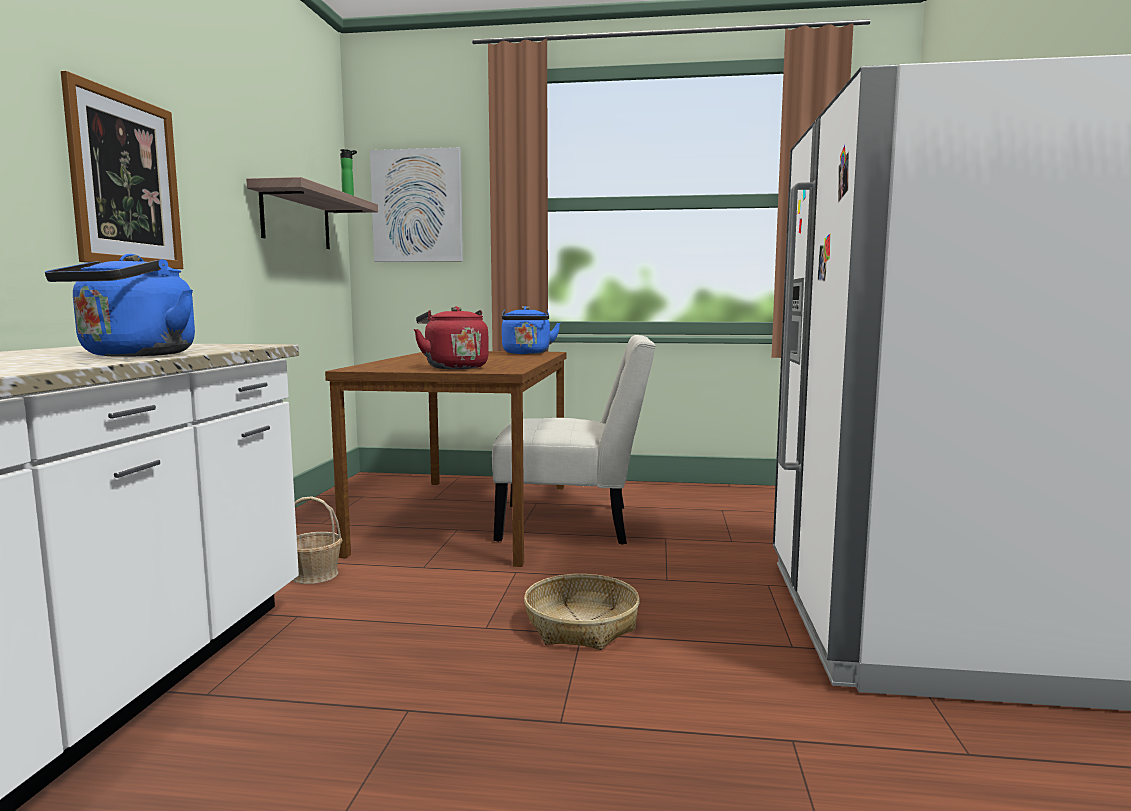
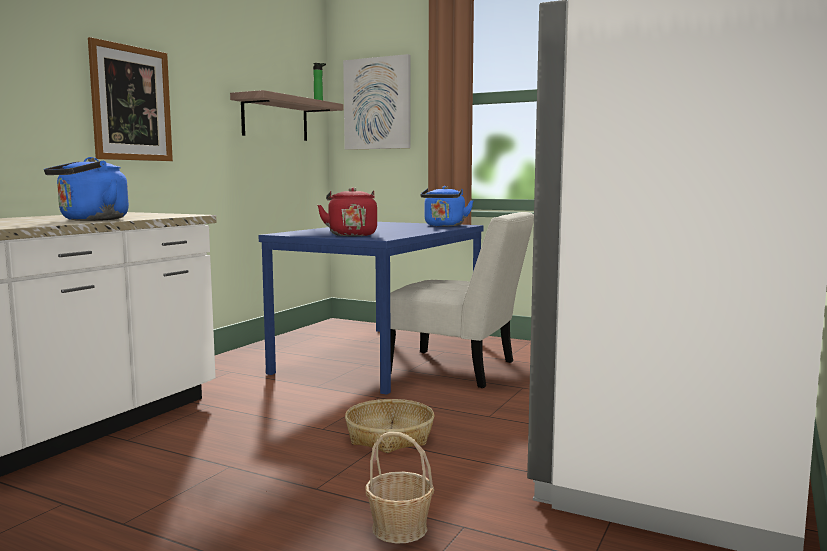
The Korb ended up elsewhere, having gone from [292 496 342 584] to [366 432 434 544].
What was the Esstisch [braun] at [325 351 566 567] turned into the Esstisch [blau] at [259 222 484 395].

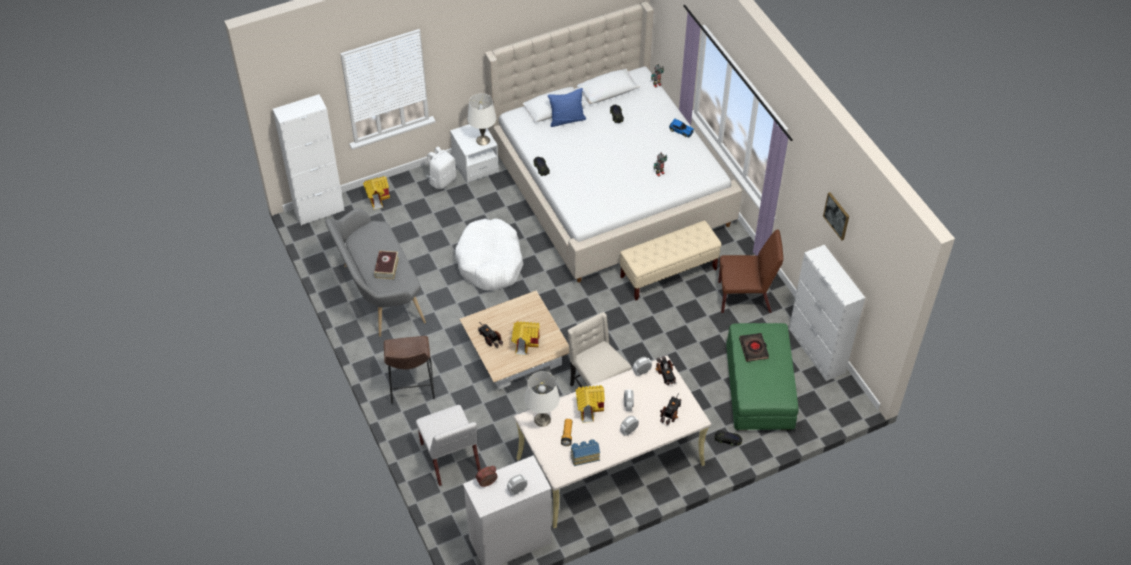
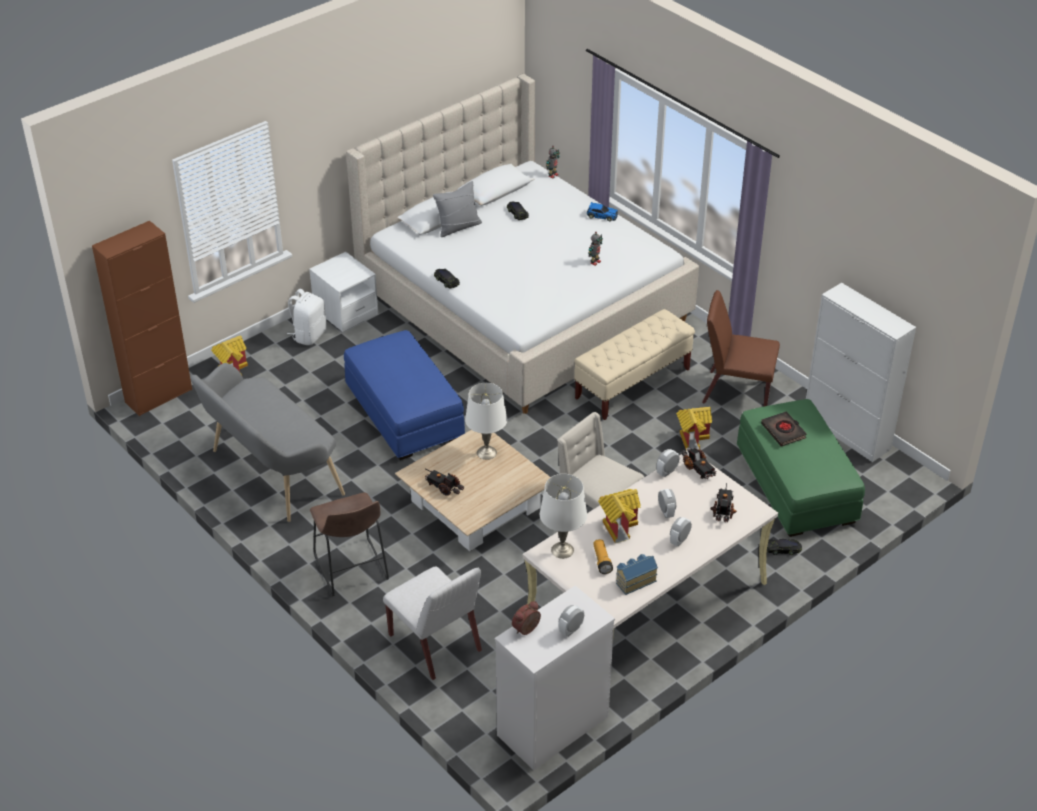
What was the Schrank [weiß] at [273 94 345 226] turned into the Schrank [braun] at [92 221 192 416].
The second view lost the Buch at [374 250 399 279].
Where the Hundebett [weiß] stood at [455 218 523 291], the Polsterhocker [blau] came to stand at [344 330 465 460].
The Tischlampe [weiß] ended up elsewhere, having gone from [467 93 496 146] to [465 383 507 460].
The Spielzeughaus ended up elsewhere, having gone from [511 321 540 355] to [676 407 712 451].
What was the Kissen [blau] at [548 88 586 127] turned into the Kissen [grau] at [433 181 482 237].
The Stuhl [braun] at [718 229 783 313] ended up facing another way, 150 degrees counterclockwise from before.
The second view lost the Bild at [823 192 849 240].

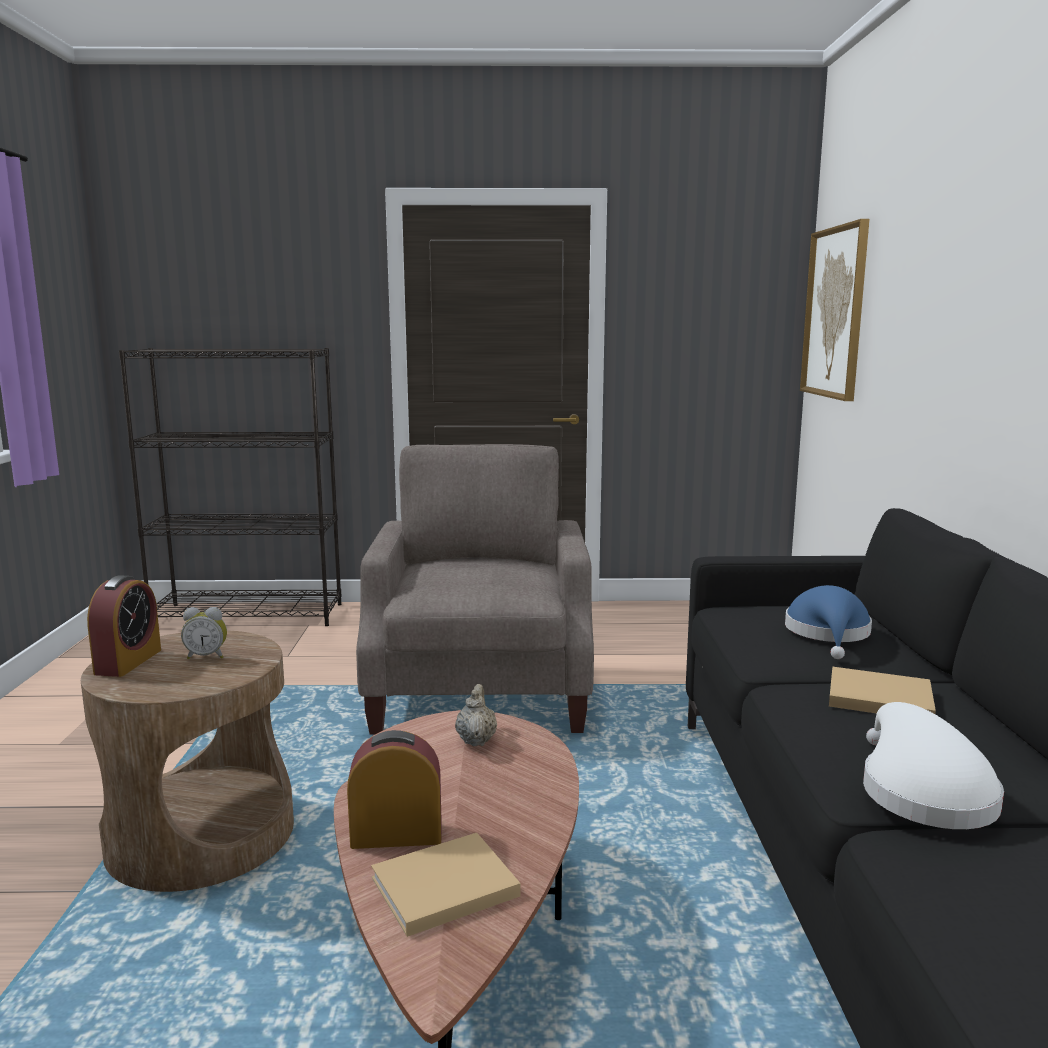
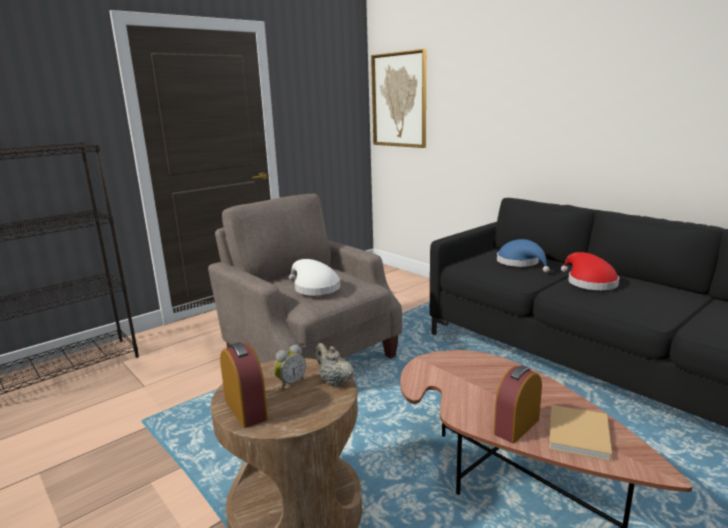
The Teekanne [beige] ended up elsewhere, having gone from [455 684 497 746] to [316 343 354 386].
Where the Buch [beige] stood at [829 667 936 714], the Hut [rot] came to stand at [561 252 619 290].
The Hut [weiß] ended up elsewhere, having gone from [863 702 1004 829] to [289 259 340 295].

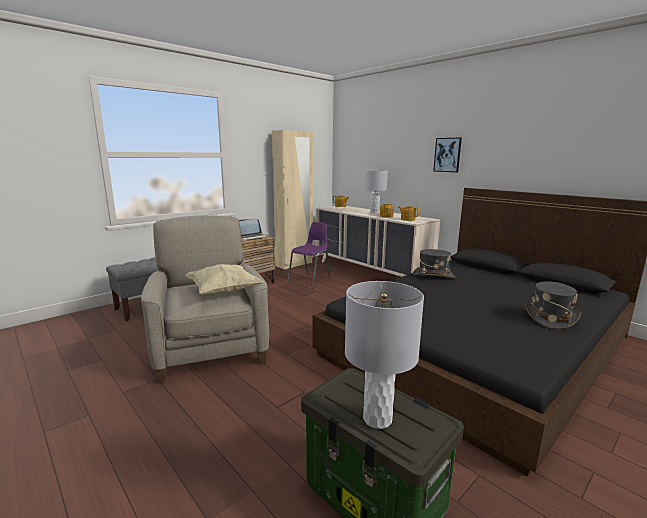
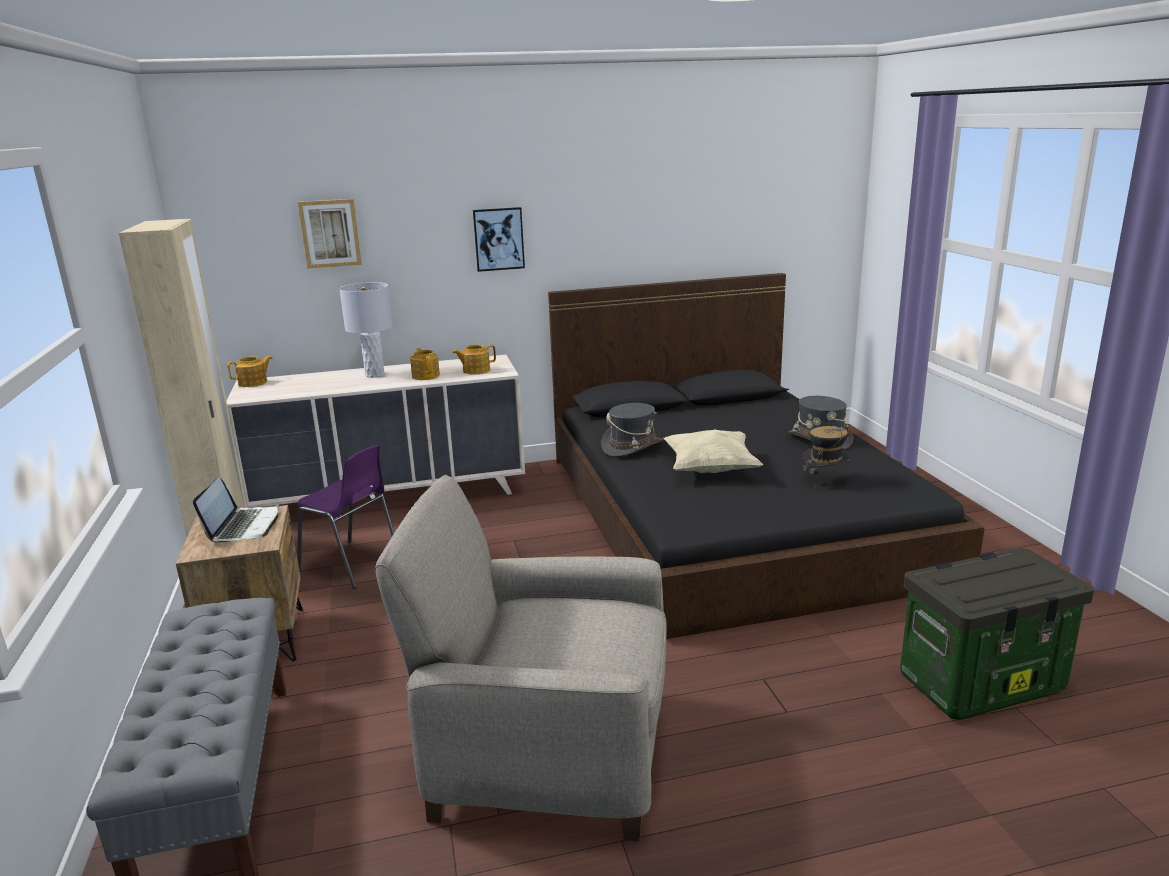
The Kissen [beige] ended up elsewhere, having gone from [185 264 263 295] to [663 430 763 473].
The Stuhl [lila] at [288 222 330 288] ended up facing another way, 150 degrees clockwise from before.
The second view lost the Tischlampe [grau] at [345 281 424 429].
The second view gained the Bild at [298 199 362 269].
The second view gained the Hut at [803 426 851 474].

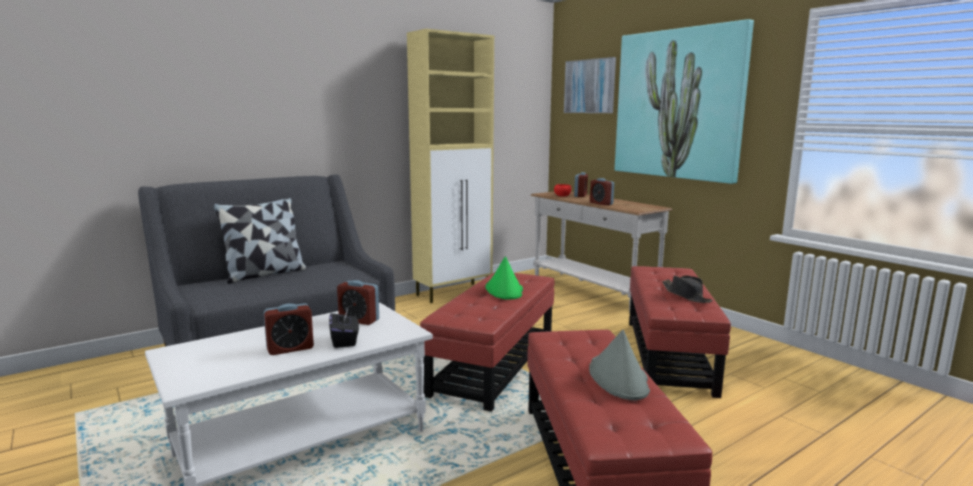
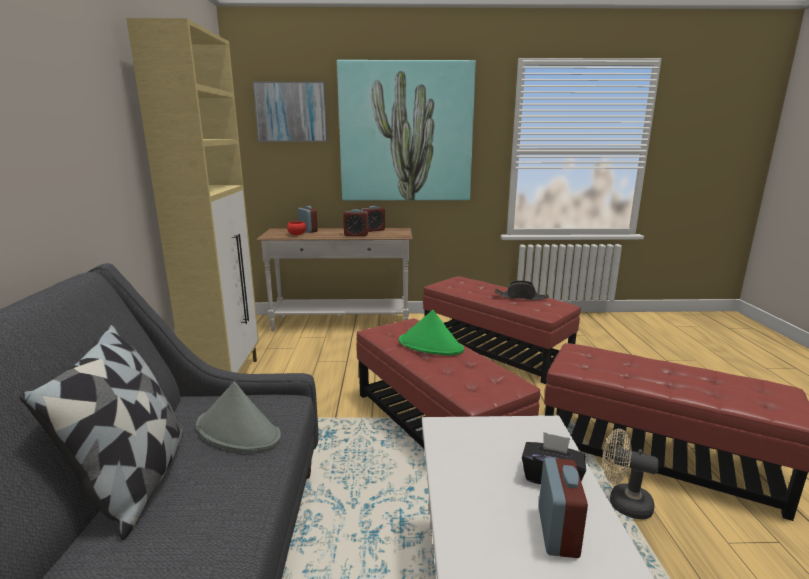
The Wecker ended up elsewhere, having gone from [337 280 379 325] to [361 206 385 232].
The Hut [grau] ended up elsewhere, having gone from [589 330 650 400] to [196 382 281 453].
The second view gained the Ventilator [beige] at [603 429 659 520].

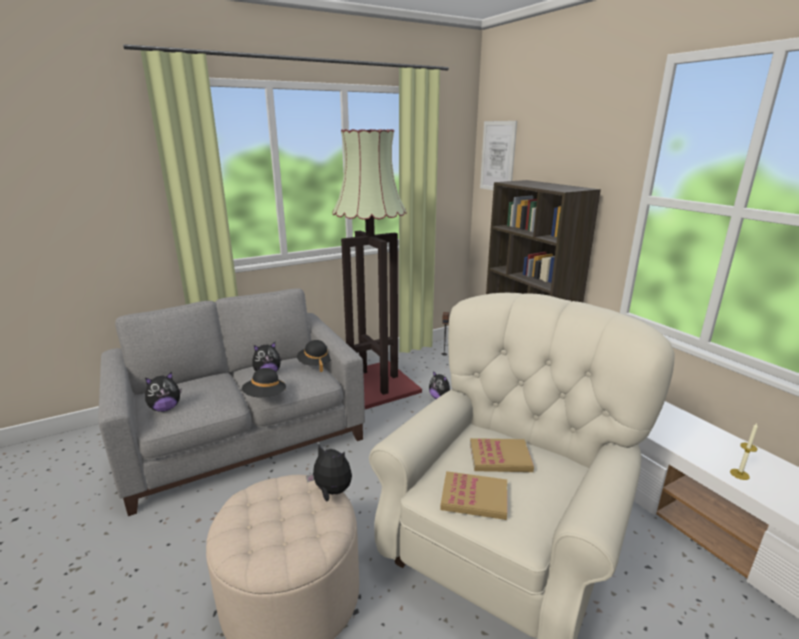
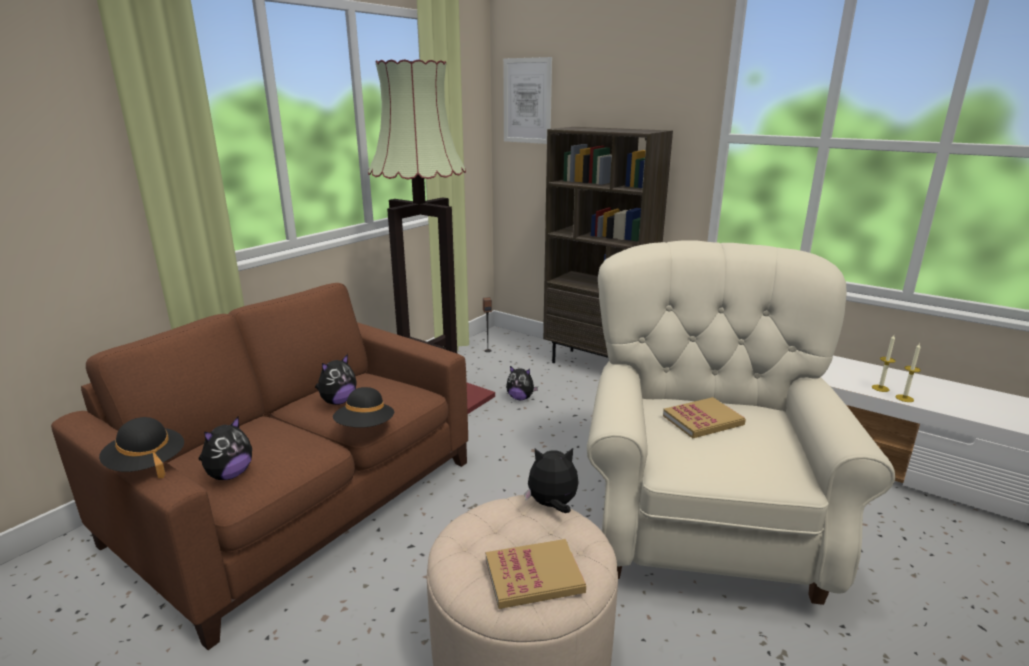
What was the Sofa [grau] at [98 288 365 516] turned into the Sofa [braun] at [51 283 468 650].
The Hut [schwarz] ended up elsewhere, having gone from [297 340 331 372] to [99 417 184 478].
The Buch ended up elsewhere, having gone from [440 471 507 520] to [486 539 586 609].
The second view gained the Kerze at [895 343 921 402].

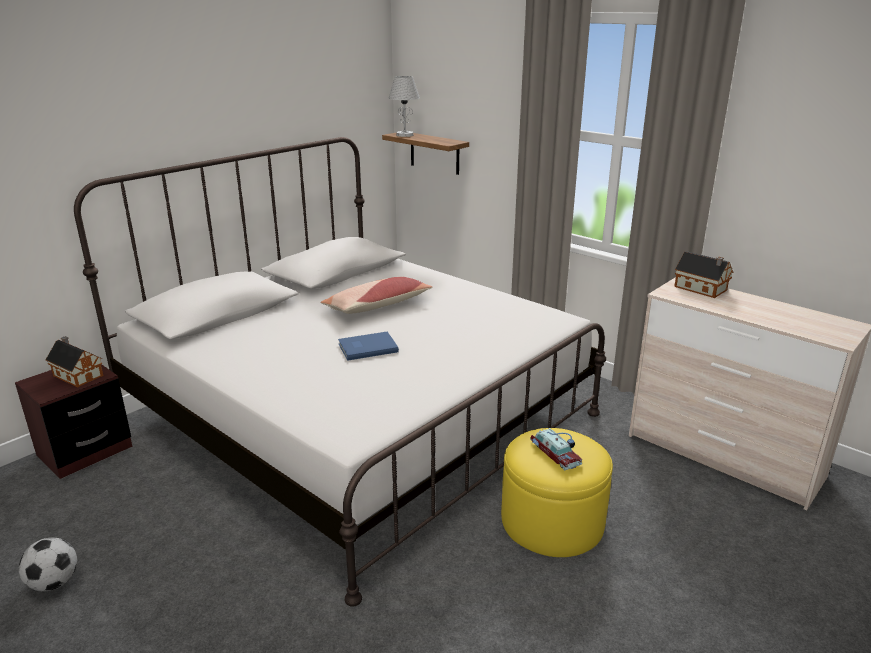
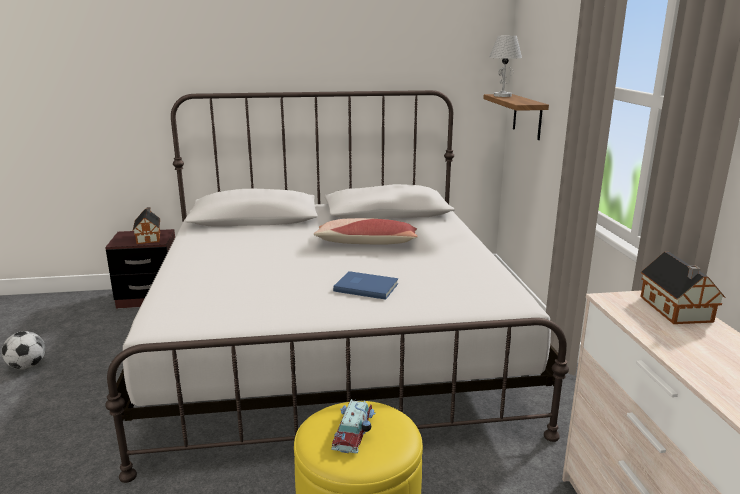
The Buch [blau] ended up elsewhere, having gone from [338 331 399 361] to [333 271 399 300].

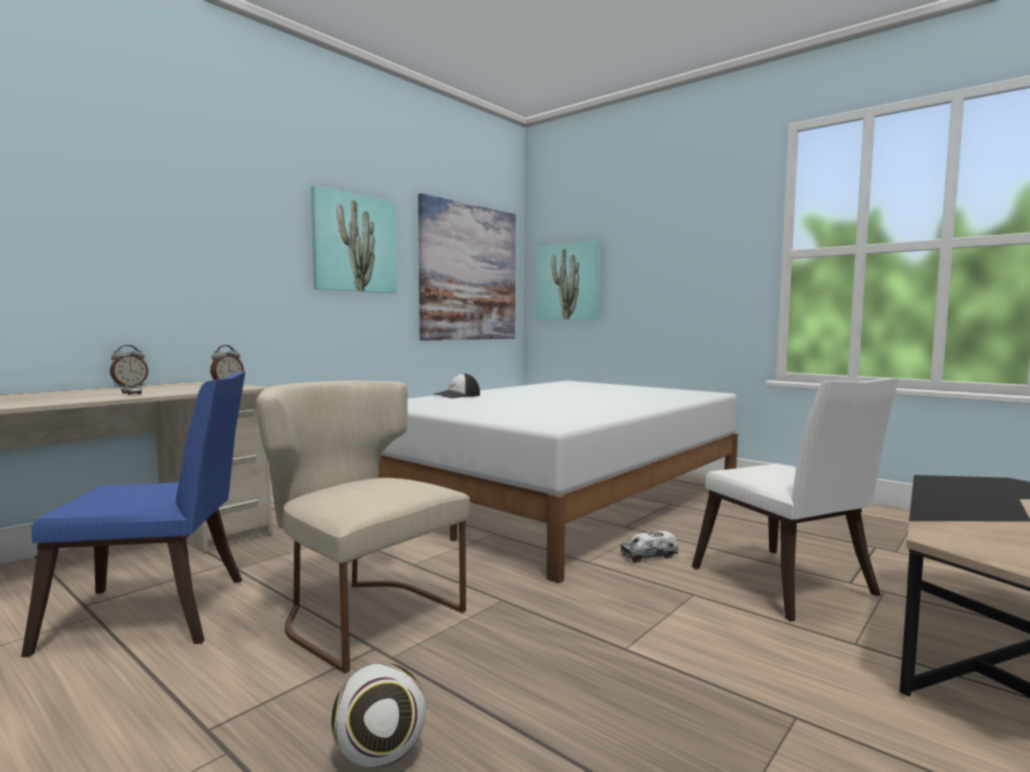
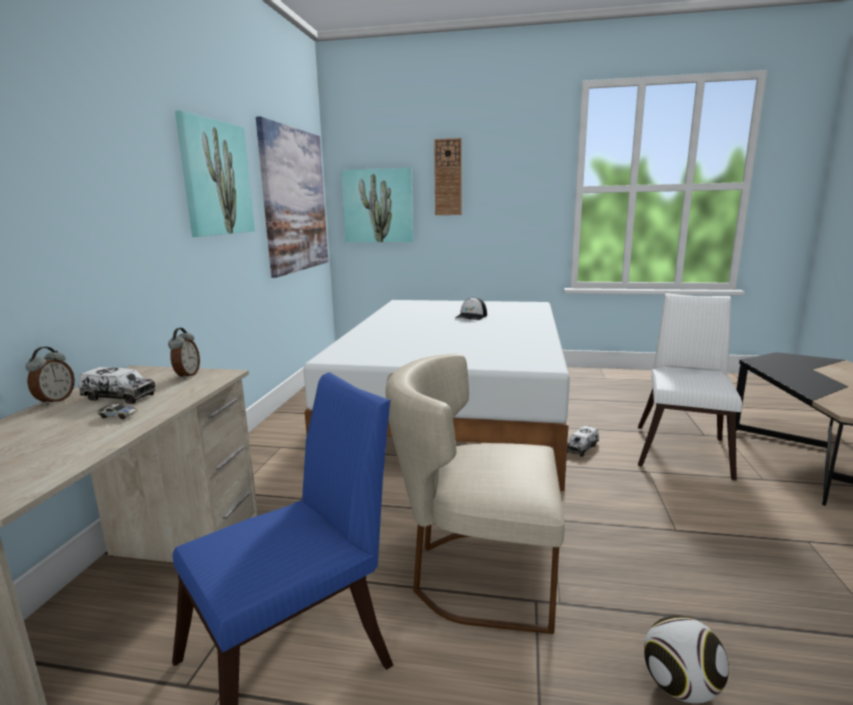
The Kappe ended up elsewhere, having gone from [434 373 480 398] to [455 297 487 320].
The Stuhl [weiß] at [692 378 899 622] ended up facing another way, 105 degrees counterclockwise from before.
The second view gained the Spielzeuglaster at [79 367 156 404].
The second view gained the Wanduhr at [434 138 462 215].

